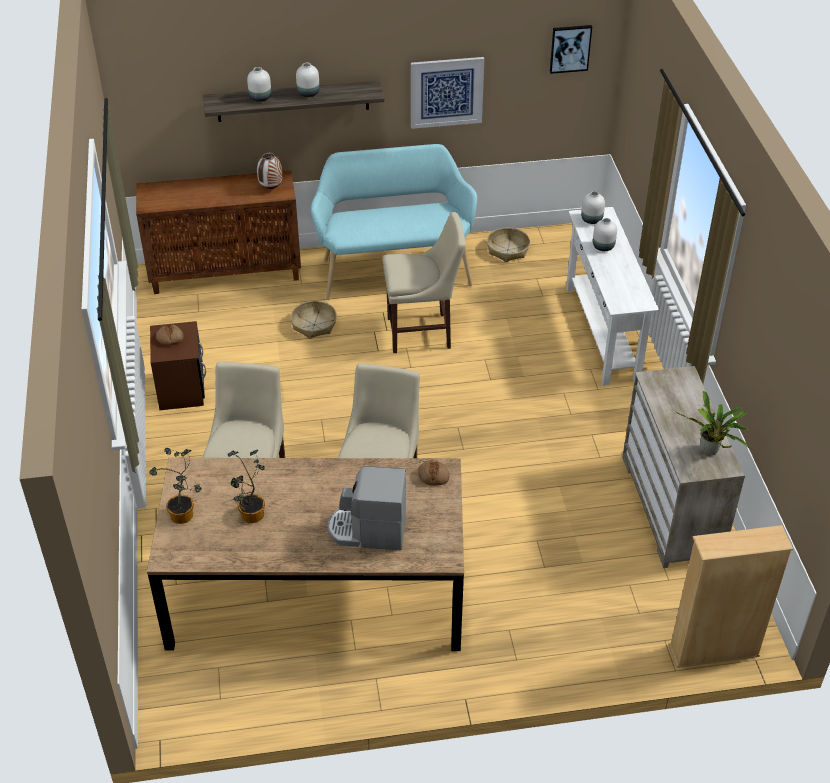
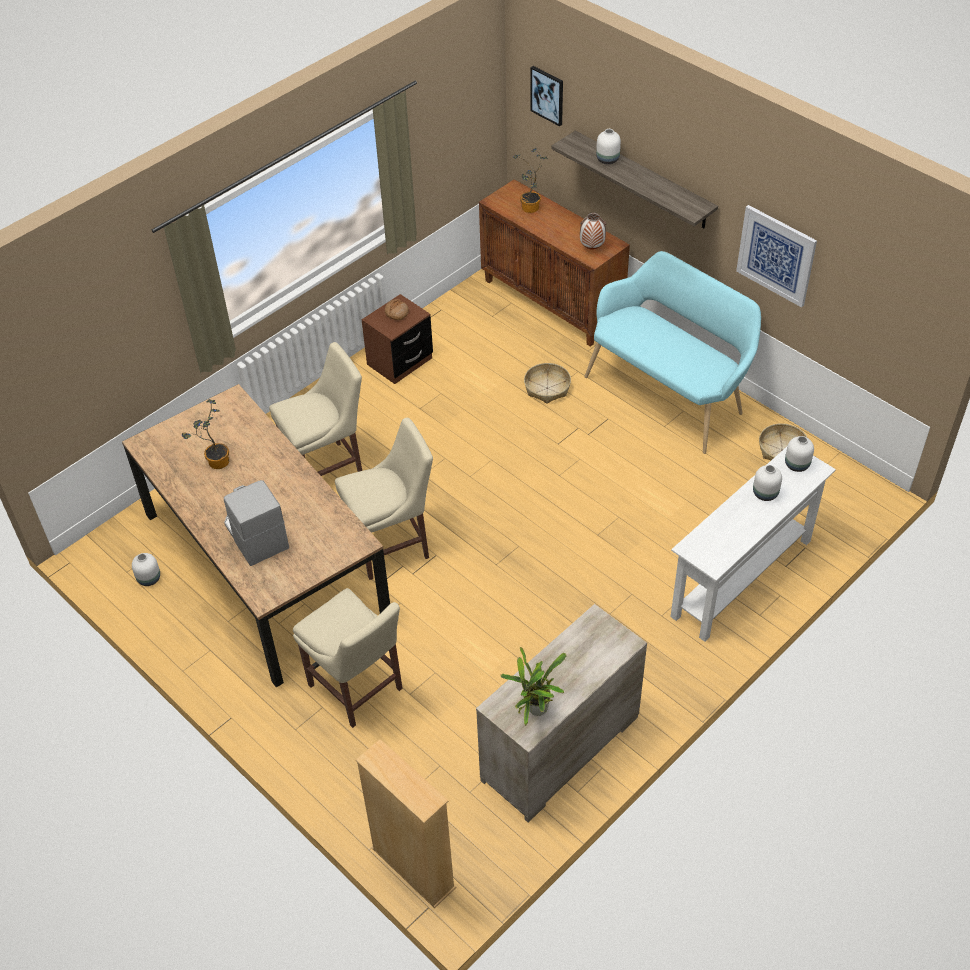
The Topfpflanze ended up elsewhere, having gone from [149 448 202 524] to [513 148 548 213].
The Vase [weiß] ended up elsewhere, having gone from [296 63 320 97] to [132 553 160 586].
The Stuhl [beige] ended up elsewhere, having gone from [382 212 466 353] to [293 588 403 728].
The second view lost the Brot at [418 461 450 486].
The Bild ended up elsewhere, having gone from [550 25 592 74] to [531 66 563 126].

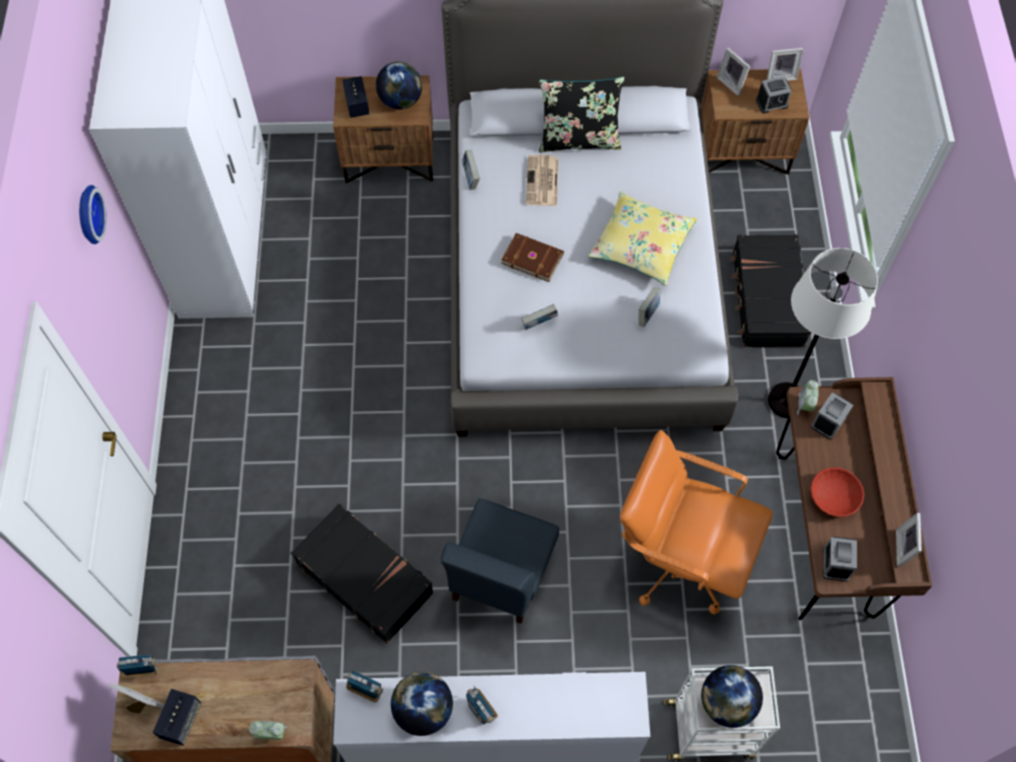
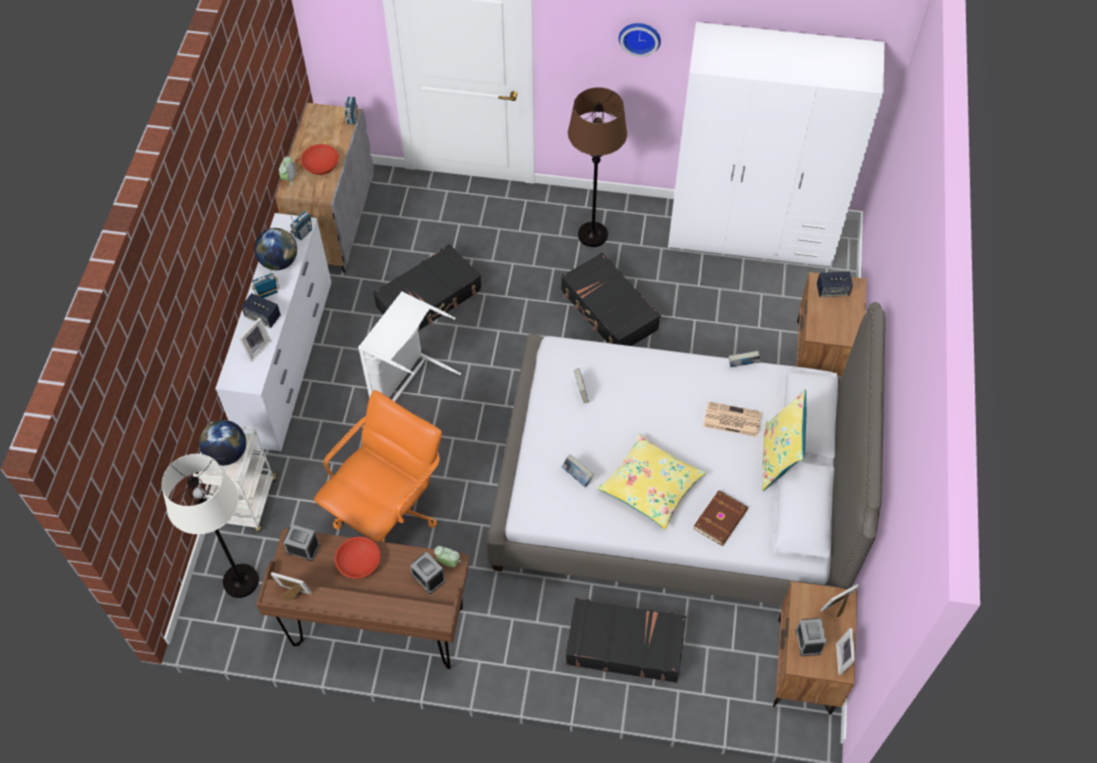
The Bilderrahmen ended up elsewhere, having gone from [109 683 164 714] to [239 317 272 362].
The Lautsprecher ended up elsewhere, having gone from [153 689 201 746] to [241 293 281 328].
The second view lost the Globus at [376 62 422 110].
Where the Stuhl [blau] stood at [441 498 559 624], the Wäschekorb [weiß] came to stand at [358 291 461 402].
The Buch [braun] ended up elsewhere, having gone from [501 233 564 282] to [693 490 748 546].
What was the Kissen [schwarz] at [539 77 625 153] turned into the Kissen [gelb] at [762 389 806 491].
The Stehlampe [weiß] ended up elsewhere, having gone from [768 248 878 418] to [162 454 259 598].
The second view gained the Schüssel [rot] at [301 144 339 175].
The second view gained the Koffer [schwarz] at [561 252 661 346].
The second view gained the Stehlampe [braun] at [568 87 627 247].

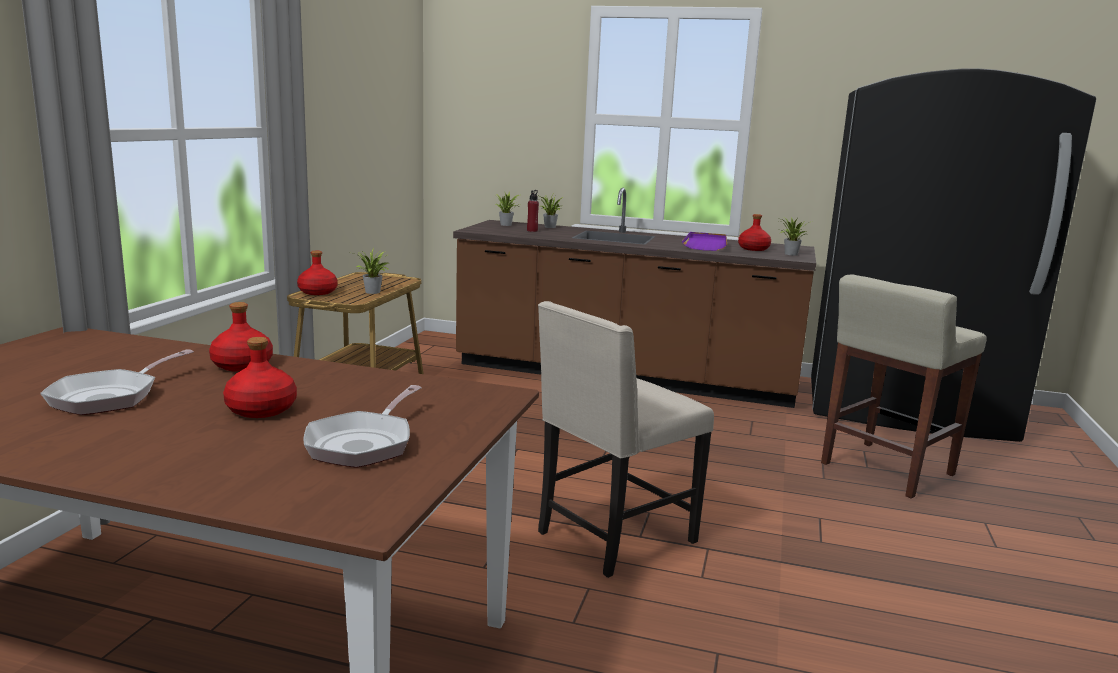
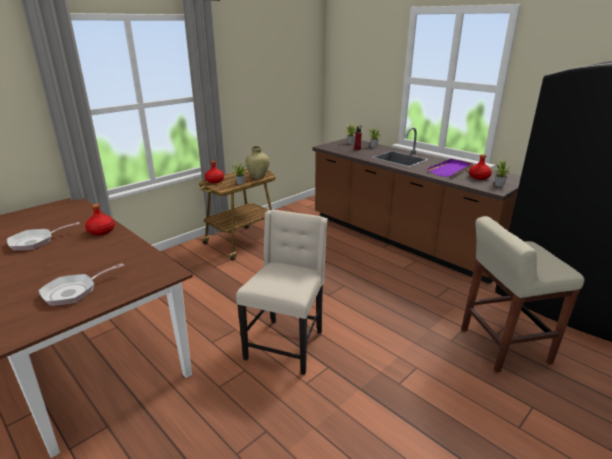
The second view lost the Flasche [rot] at [223 337 297 418].
The Stuhl [beige] at [538 301 714 578] ended up facing another way, 120 degrees clockwise from before.
The second view gained the Vase [beige] at [245 146 270 179].

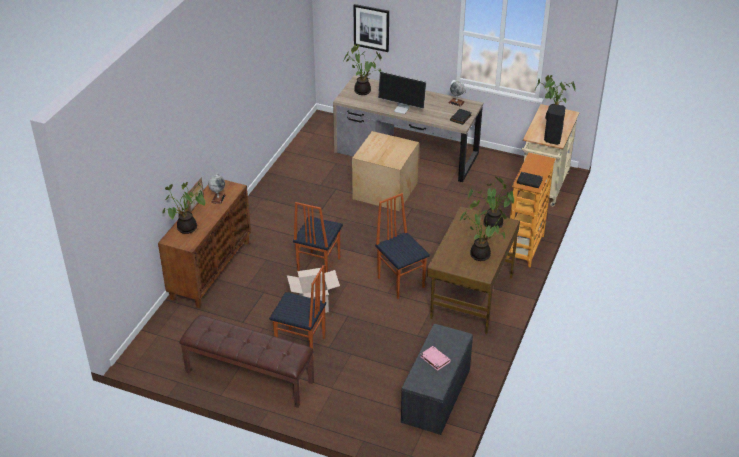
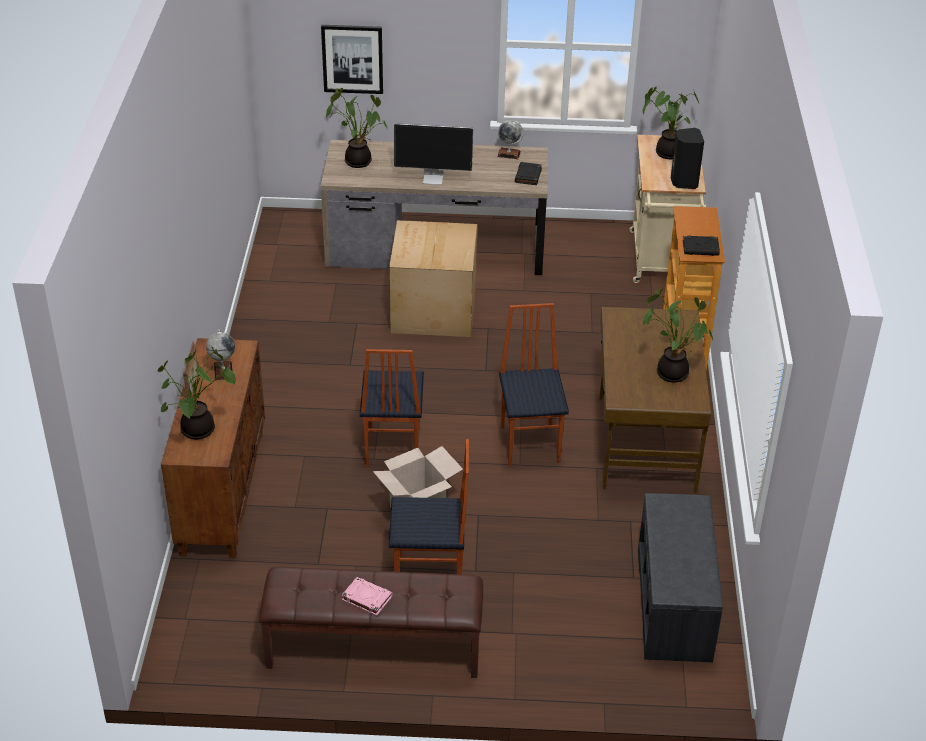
The Stuhl at [375 193 430 299] ended up facing another way, 45 degrees clockwise from before.
The Buch [rosa] ended up elsewhere, having gone from [421 346 451 371] to [342 577 393 615].
The second view lost the Topfpflanze at [468 176 514 229].

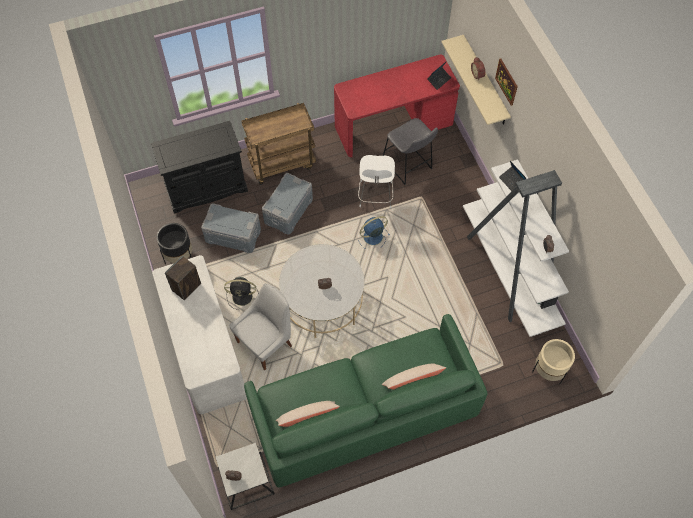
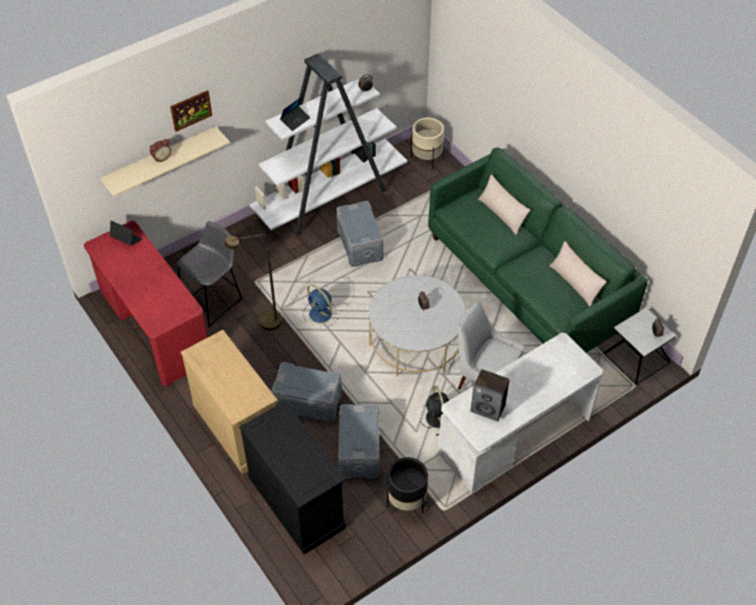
Where the Rollwagen [braun] stood at [241 103 316 185], the Kommode [beige] came to stand at [180 330 278 474].
Where the Stuhl [weiß] stood at [358 155 395 208], the Stehlampe [braun] came to stand at [224 234 282 330].
The second view gained the Aufbewahrungsbox [grau] at [336 201 384 267].

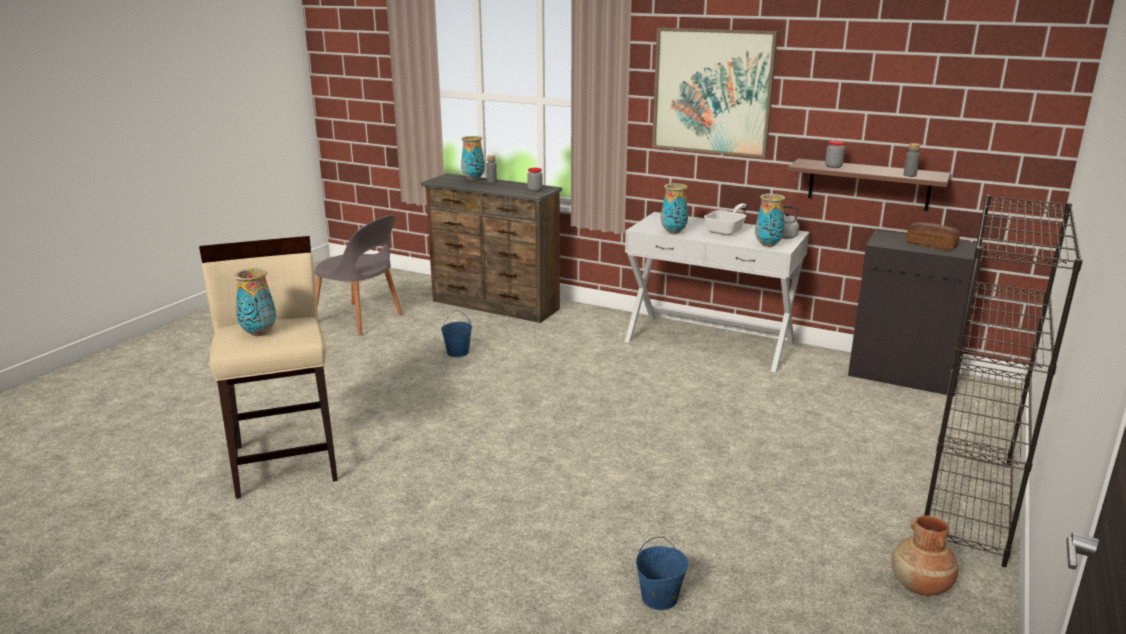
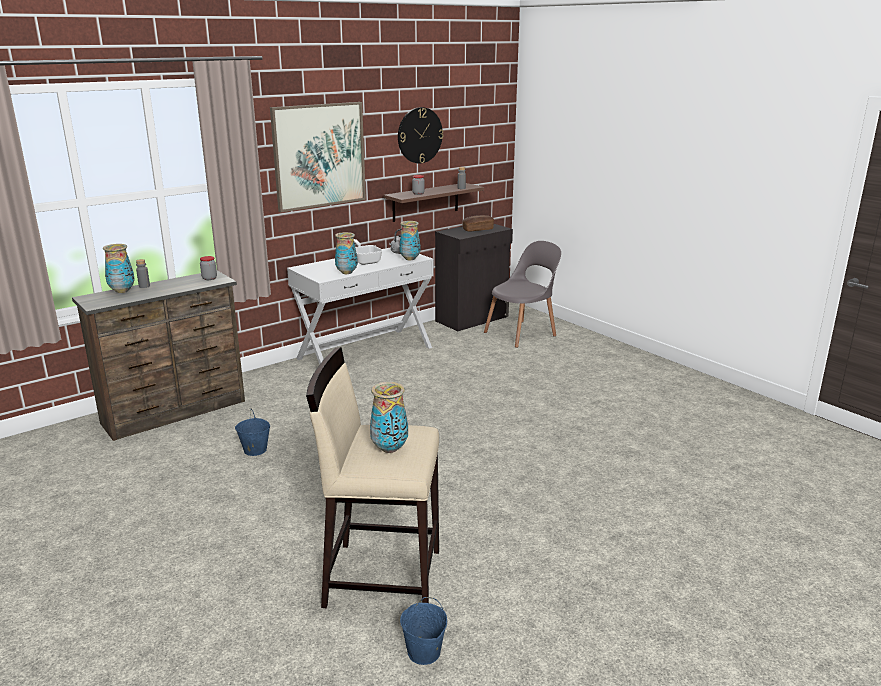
The Stuhl [grau] ended up elsewhere, having gone from [314 215 403 336] to [484 241 561 348].
The Eimer [blau] ended up elsewhere, having gone from [636 537 689 610] to [400 597 447 665].
The second view lost the Vase [braun] at [892 515 958 596].
The second view lost the Bücherregal [schwarz] at [924 195 1083 567].
The second view gained the Wanduhr at [398 107 443 163].

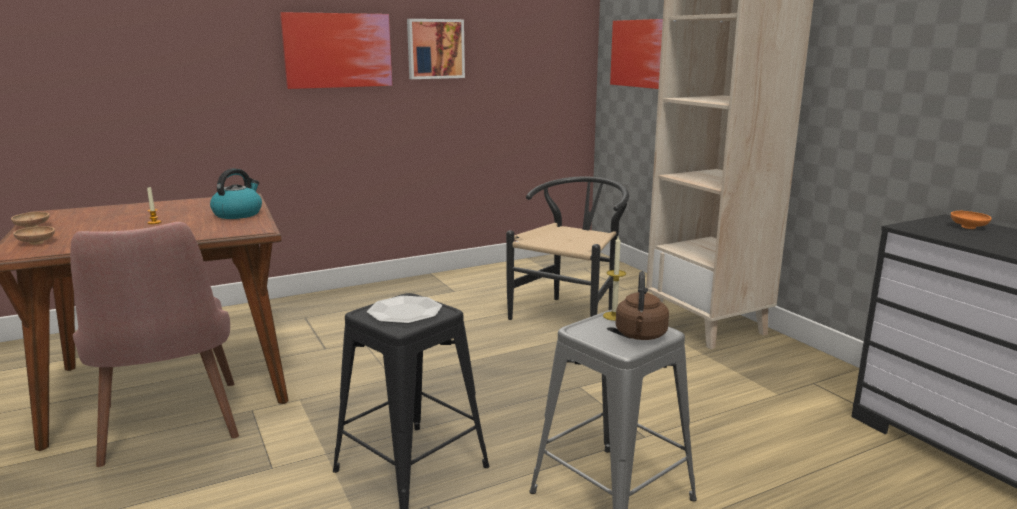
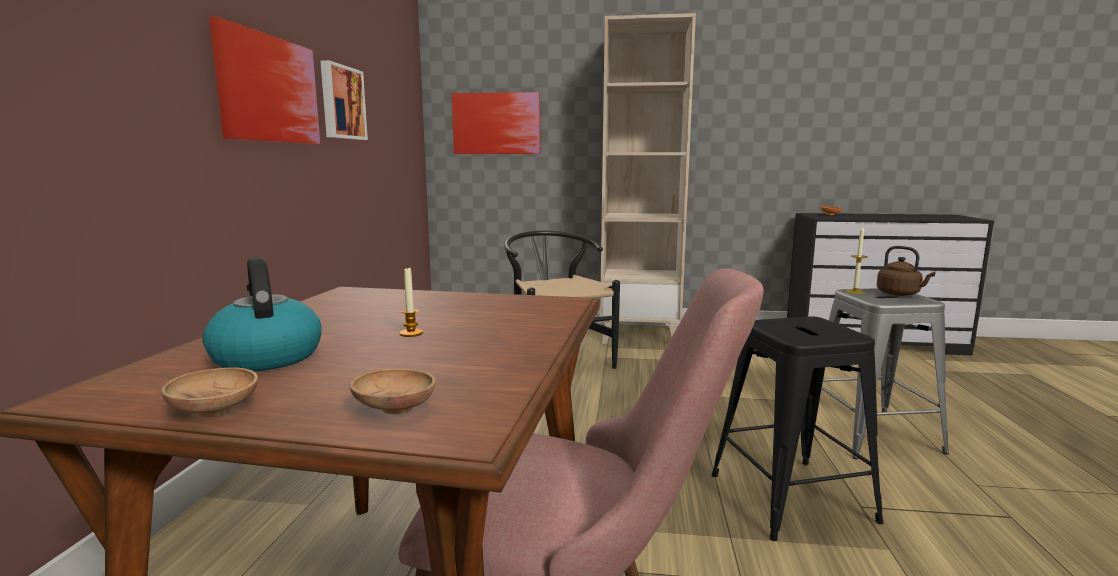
The Wasserkessel ended up elsewhere, having gone from [210 168 262 219] to [202 257 322 371].
The second view lost the Teller at [367 296 442 324].

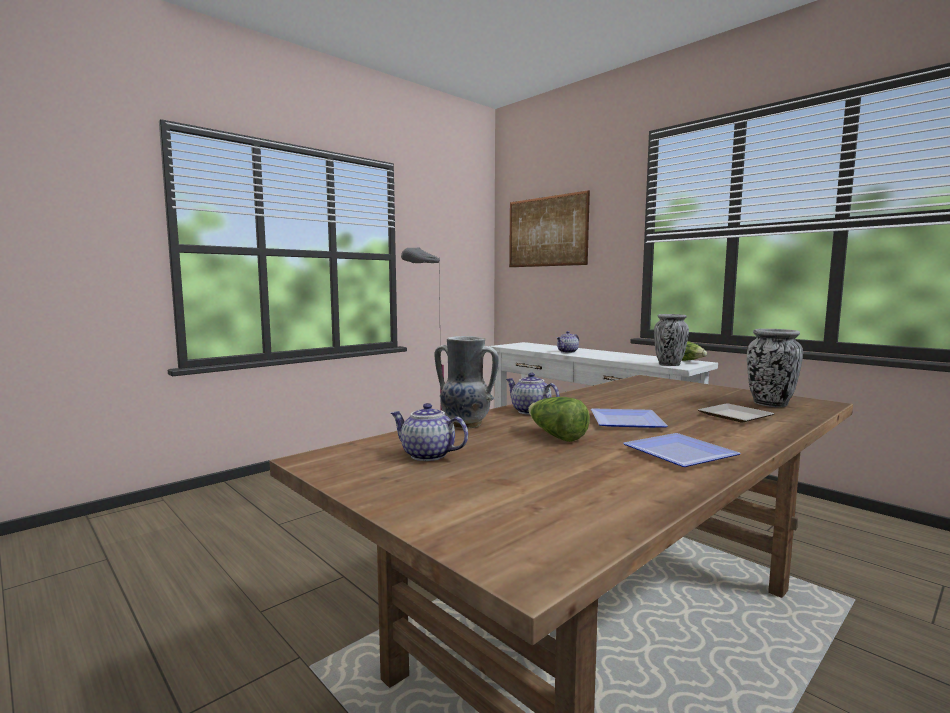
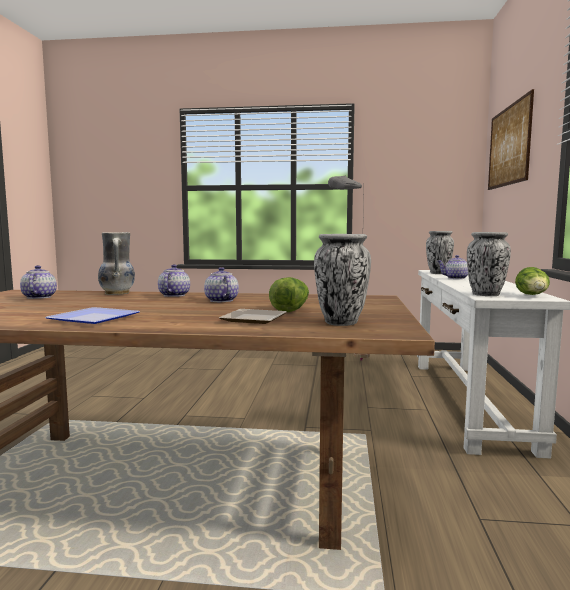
The Salatkopf ended up elsewhere, having gone from [528 397 590 442] to [269 277 309 312].
The second view lost the Teller at [591 408 668 428].
The second view gained the Teekanne at [204 267 239 302].
The second view gained the Vase at [426 231 454 274].

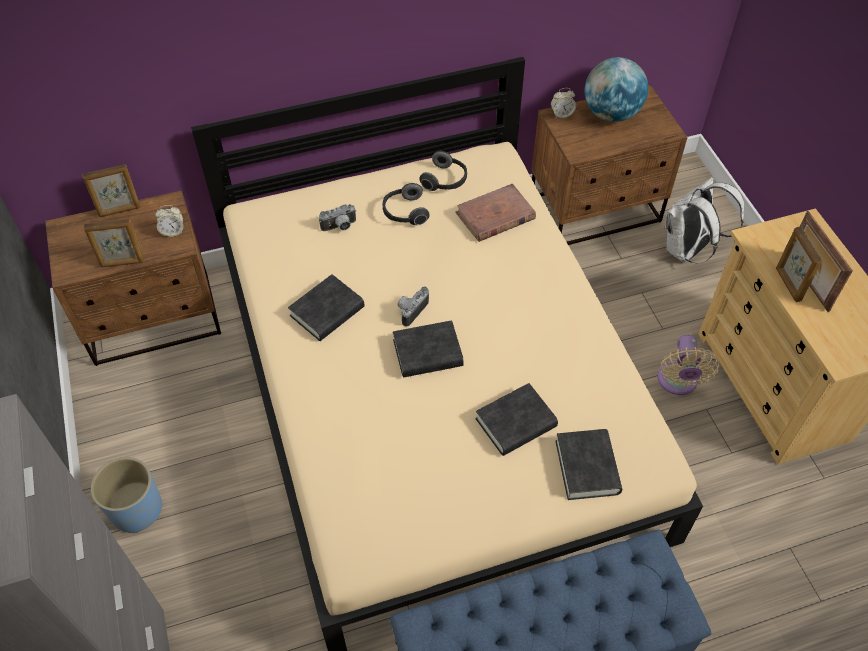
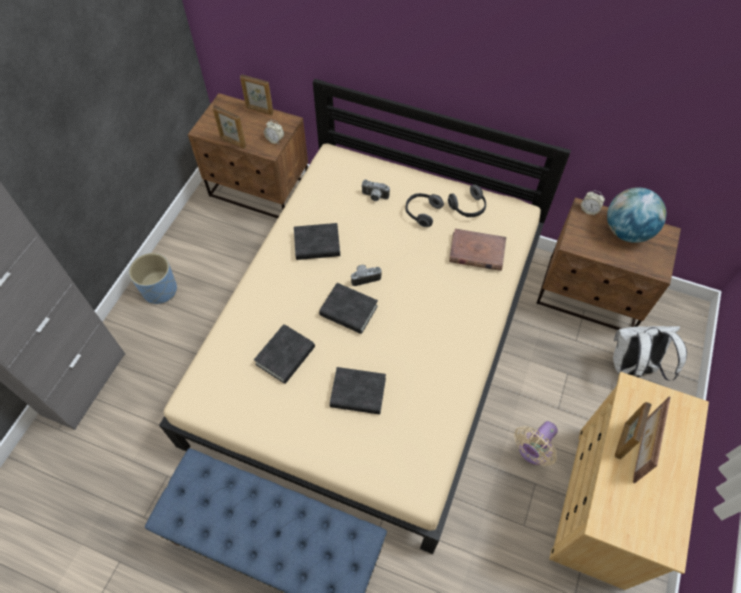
The Buch [schwarz] ended up elsewhere, having gone from [555 429 622 500] to [254 324 315 384].

